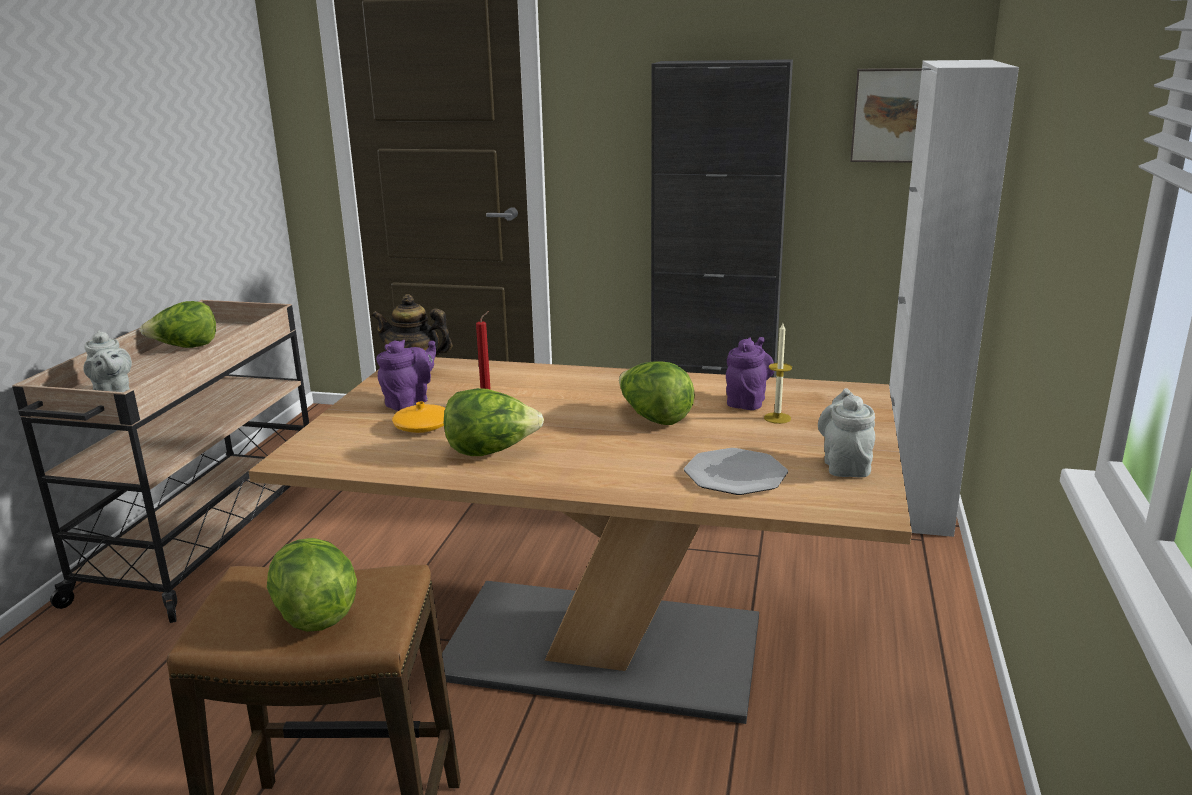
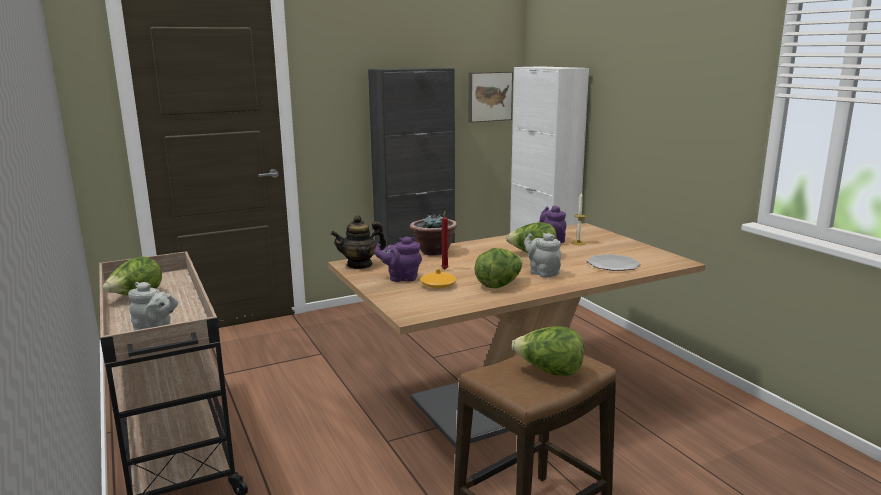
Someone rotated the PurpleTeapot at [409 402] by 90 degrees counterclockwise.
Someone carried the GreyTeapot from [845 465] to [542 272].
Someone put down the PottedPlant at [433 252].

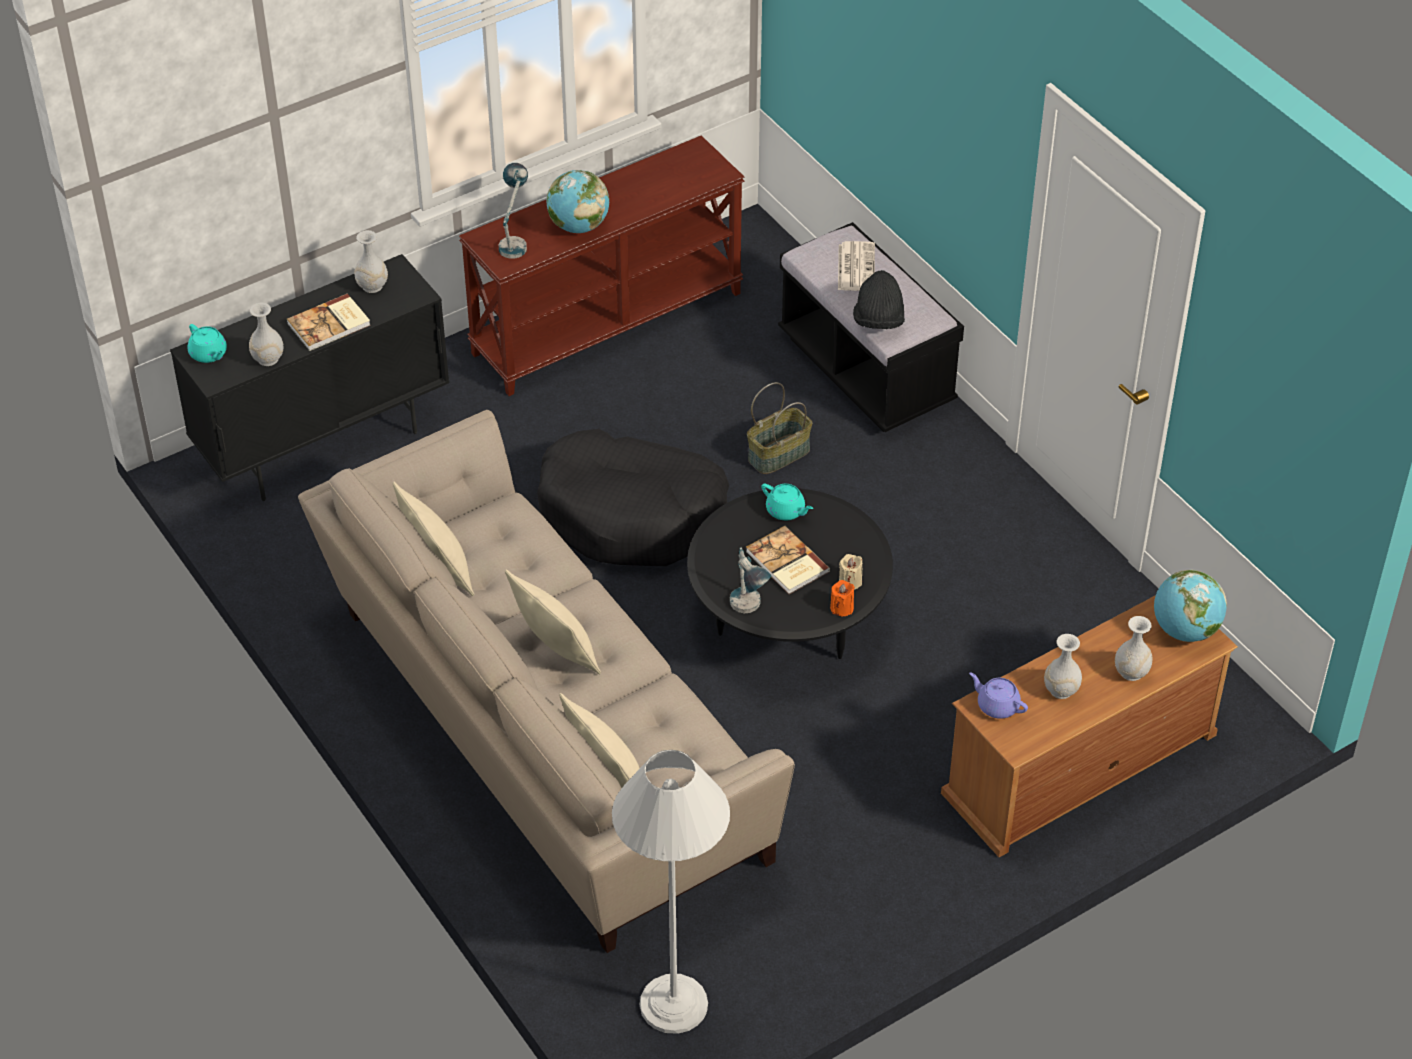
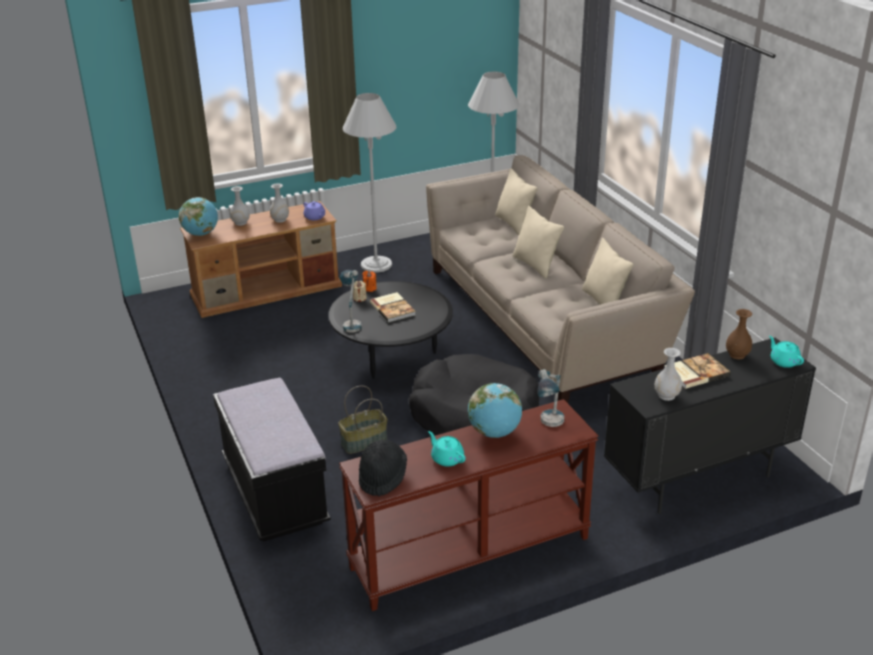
Someone repainted the WhiteVase at [267 359], which became the BrownVase at [737 355].
Someone carried the TableLamp from [749 611] to [351 323].
Someone carried the TurquoiseTeapot from [786 511] to [447 458].
Someone took away the Newspaper at [855 267].
Someone carried the BlackHat from [878 320] to [382 477].
Someone put down the WhiteFloorLamp at [376 264].

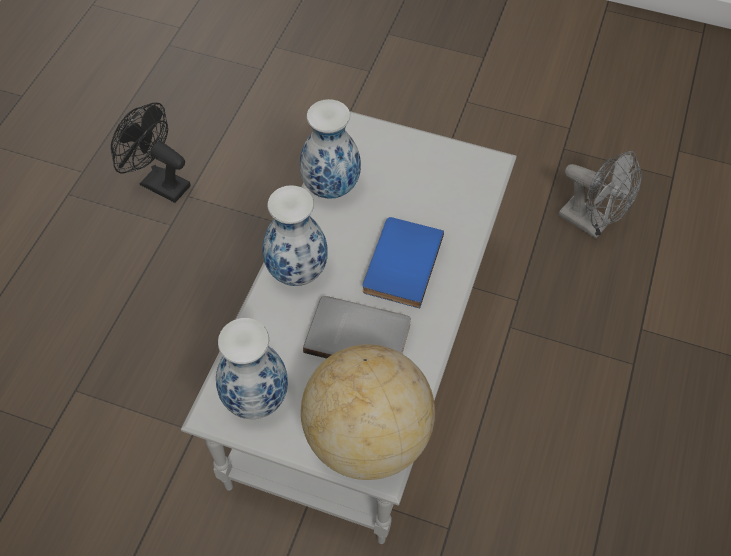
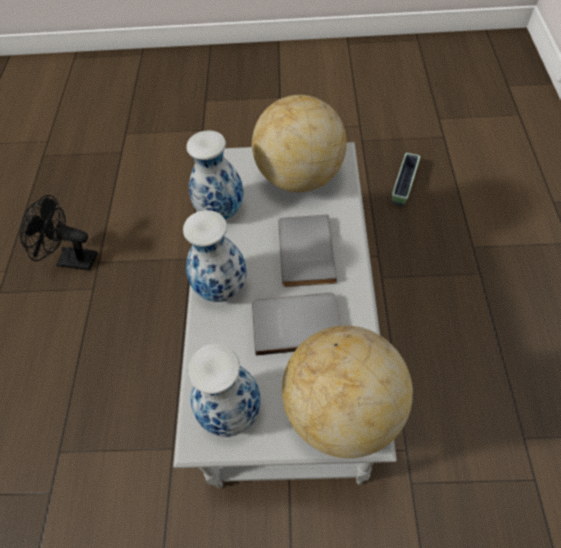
Someone repainted the BlueBook at [399 263], which became the GreyBook at [303 252].
Someone swapped the GreyFan at [591 223] for the Planter at [404 185].
Someone put down the Globe at [299 177].

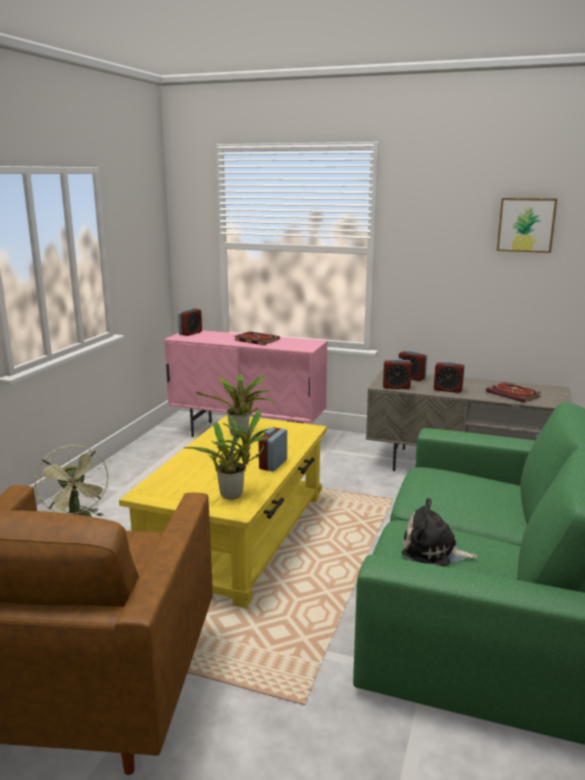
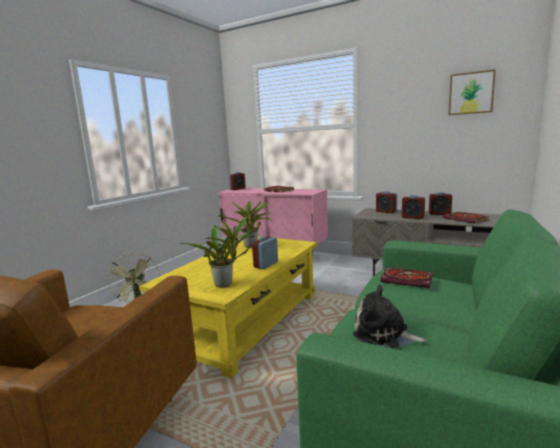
Someone carried the AlarmClock from [396 387] to [439 214].
Someone put down the Book at [408 279].

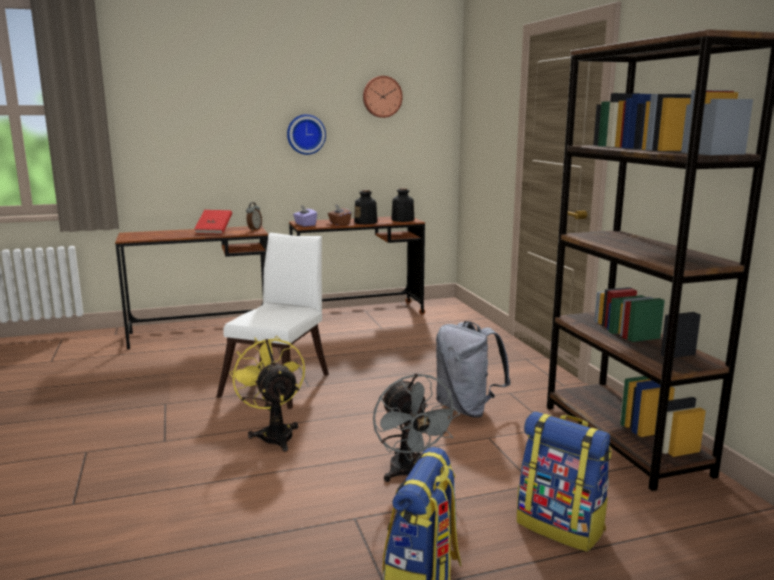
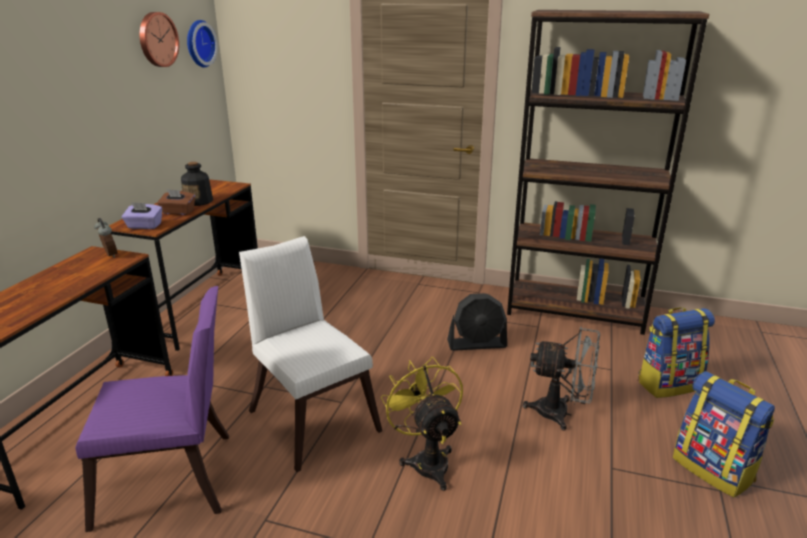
Someone took away the RedBook at [214 231].
Someone rotated the YellowFan at [274 434] by 60 degrees clockwise.
Someone carried the WallClock from [305 134] to [198 43].
Someone took away the Bottle at [402 220].
Someone swapped the GreyBackpack at [467 409] for the BlackFan at [477 344].
Someone put down the PurpleChair at [175 481].

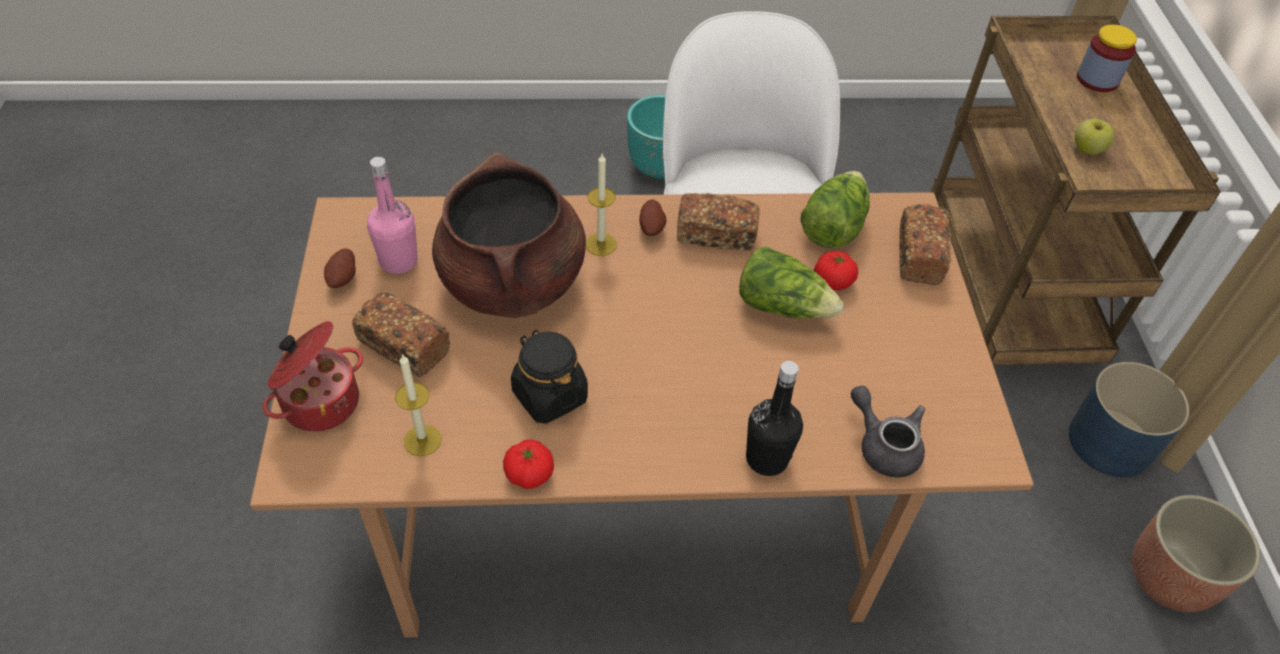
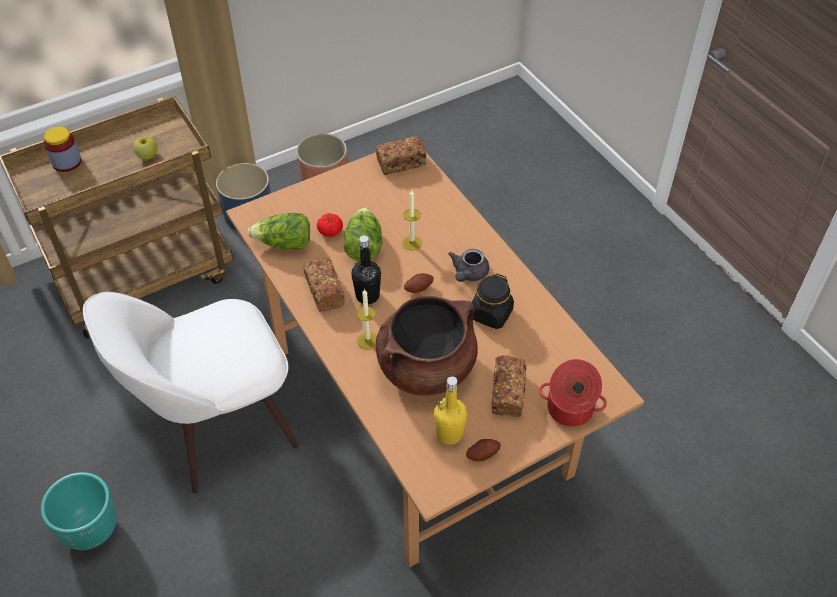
Someone repainted the PinkBottle at [399 261], which became the YellowBottle at [449 434].
Someone carried the Candle from [422 440] to [412 243].
Someone took away the Tomato at [529 473].
Someone carried the Potato from [652 227] to [418 288].
Someone carried the BlackBottle from [767 459] to [367 296].
Someone carried the GreyTeapot from [884 445] to [468 274].
Someone carried the Bread from [919 255] to [401 163].

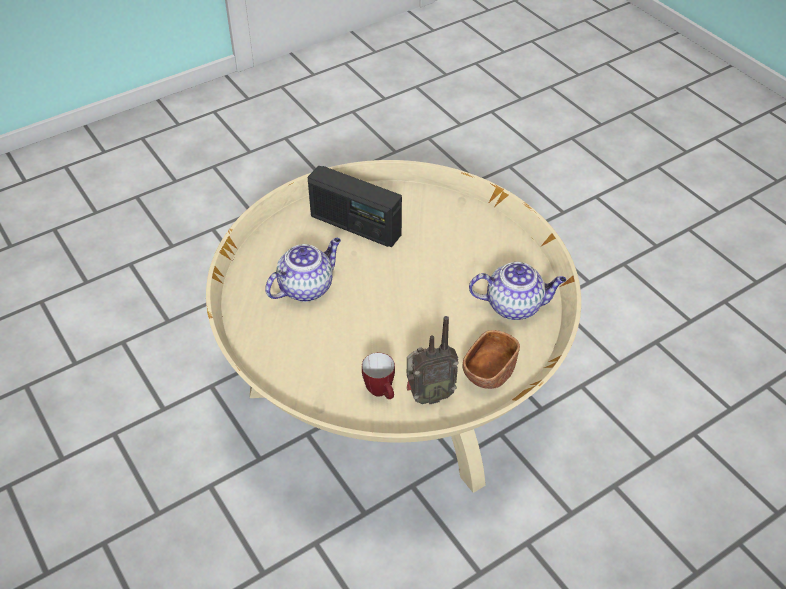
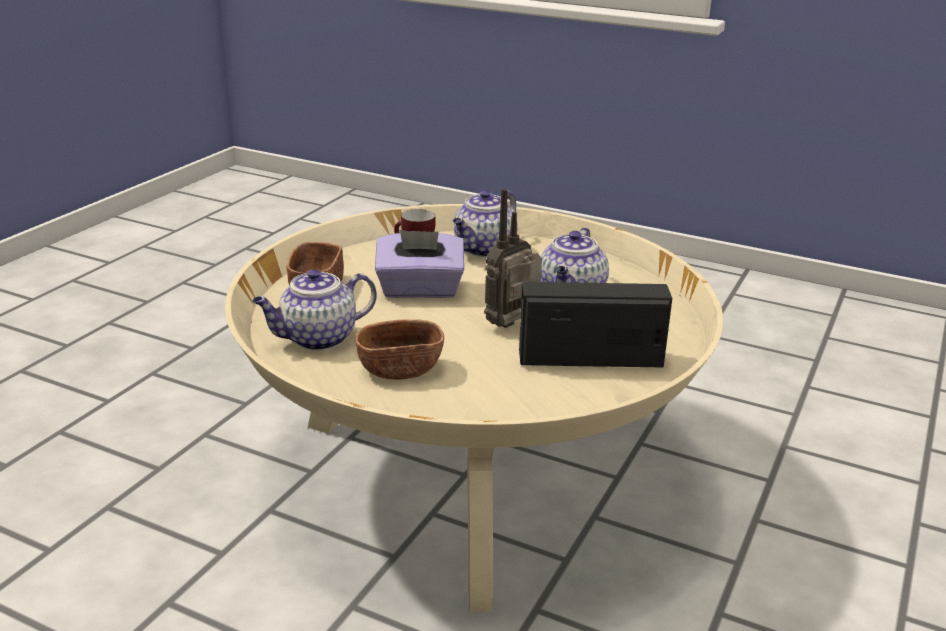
Someone carried the Radio from [428 396] to [513 325].
Someone put down the BrownBowl at [400 369].
Someone put down the PurpleTissueBox at [420 290].
Someone put down the Teapot at [484 250].

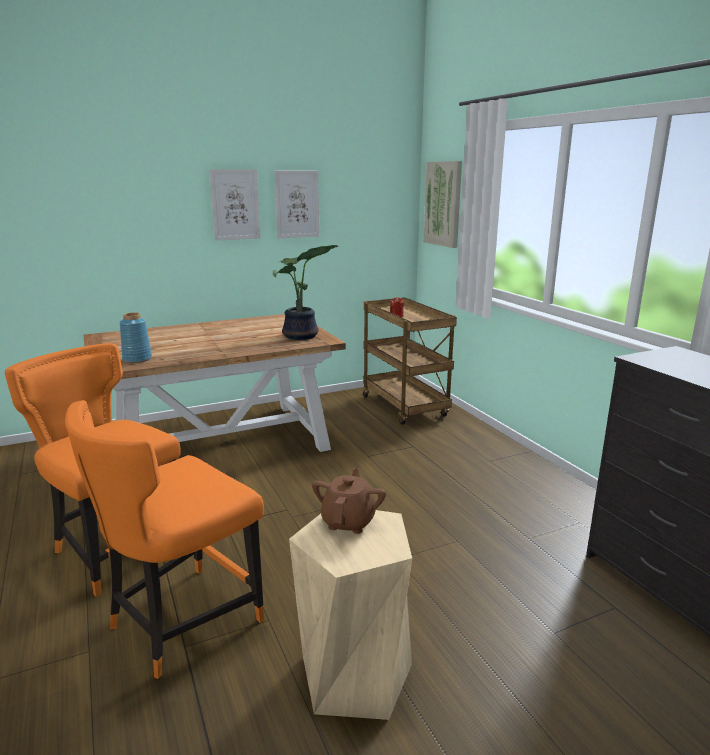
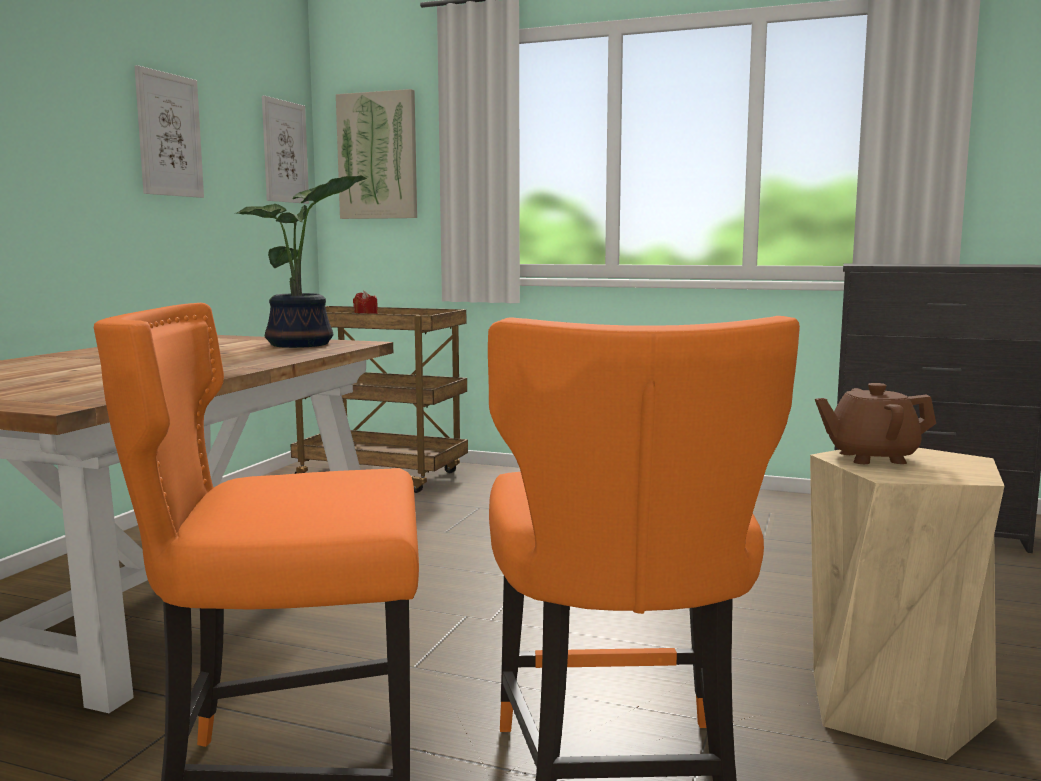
Someone took away the BlueVase at [137 359].
Someone carried the Picture from [235 205] to [285 152].
Someone rotated the BrownTeapot at [348 521] by 60 degrees counterclockwise.

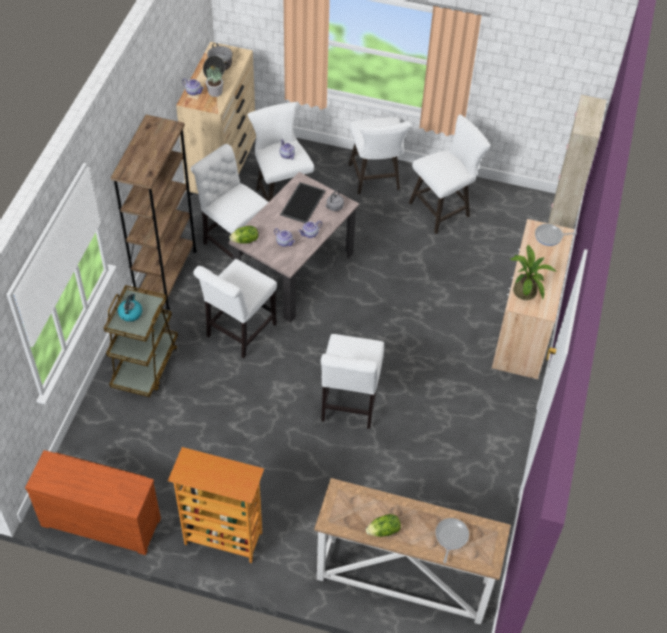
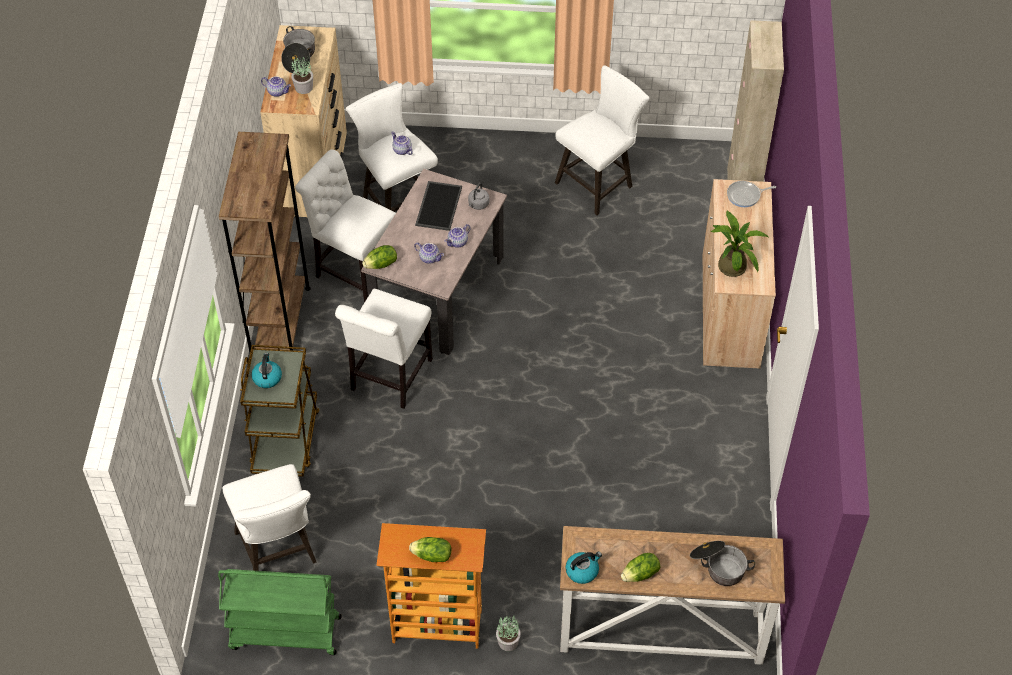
Someone swapped the BrownDresser at [102 519] for the GreenCart at [284 633].
Someone took away the WhiteChair at [349 405].
Someone carried the WhiteStool from [375 180] to [279 552].
Someone swapped the FryingPan at [450 537] for the CookingPot at [718 566].
Someone put down the Lettuce at [432 556].
Someone put down the PottedPlant at [508 641].
Someone put down the Kettle at [582 571].

